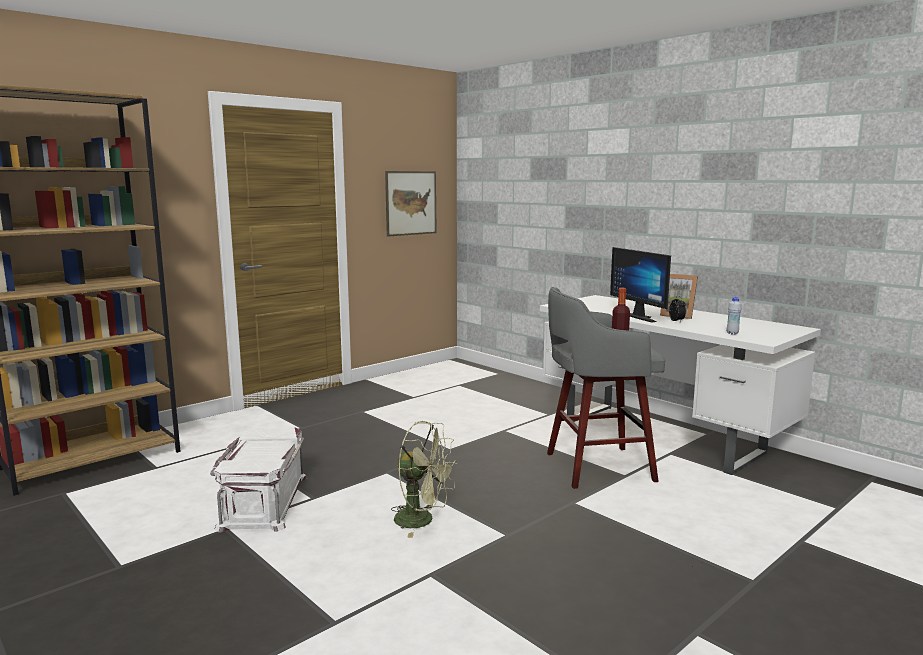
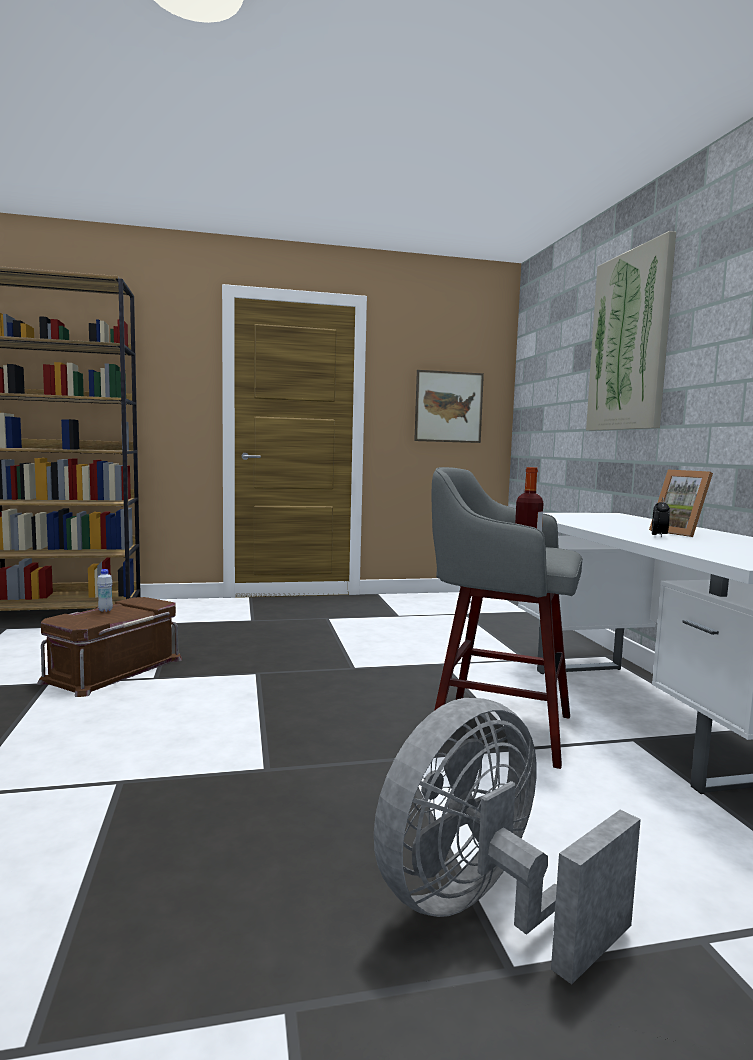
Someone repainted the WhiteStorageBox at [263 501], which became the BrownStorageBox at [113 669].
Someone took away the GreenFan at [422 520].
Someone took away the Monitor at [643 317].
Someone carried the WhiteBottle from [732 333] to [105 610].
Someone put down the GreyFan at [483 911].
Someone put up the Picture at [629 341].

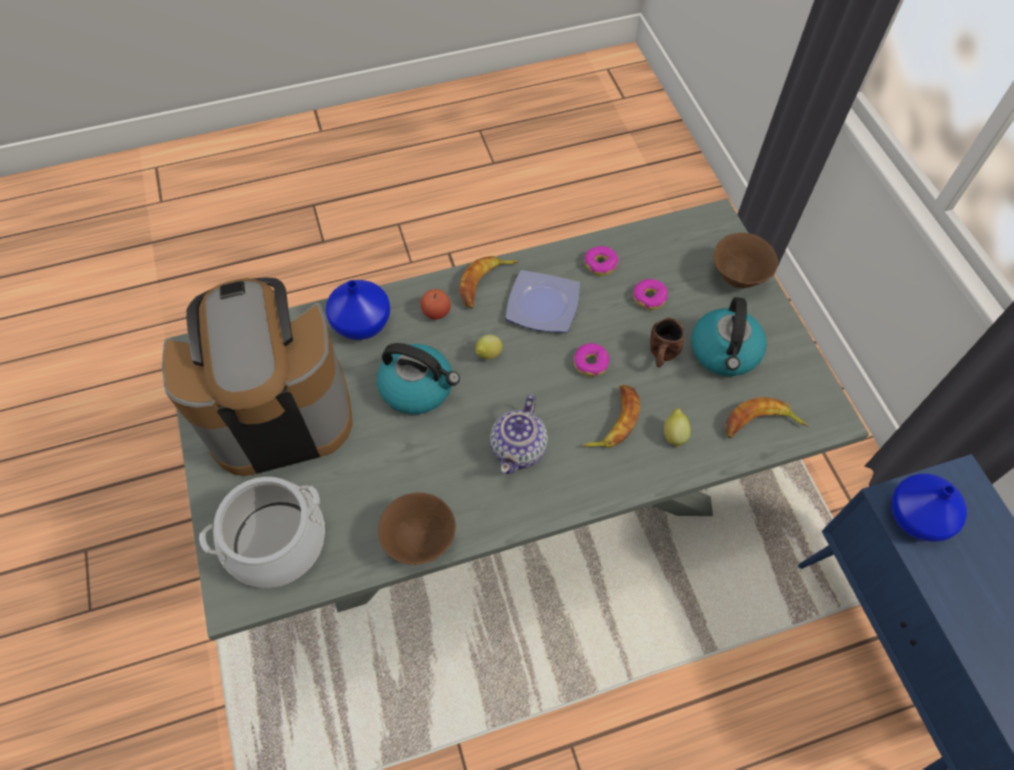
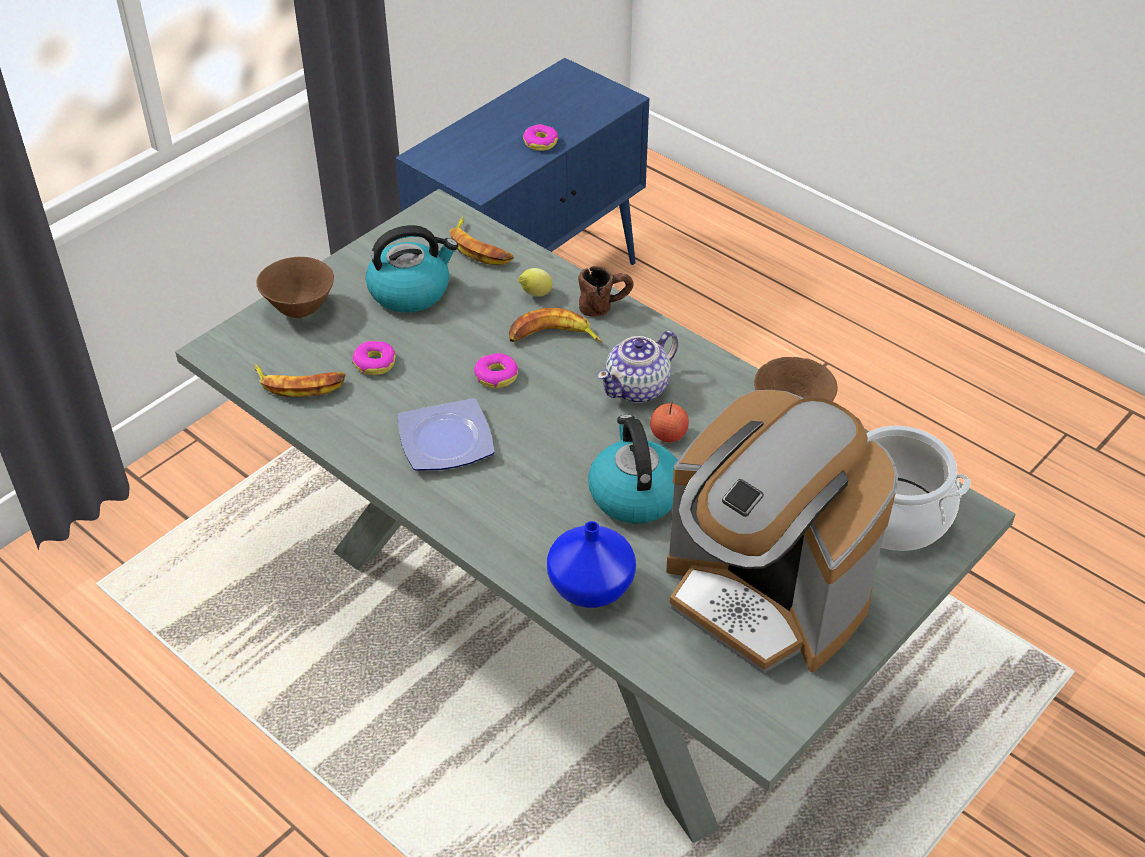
Someone carried the Apple from [436 312] to [668 435].
Someone carried the Banana from [485 284] to [300 384].
Someone took away the Lemon at [488 355].
Someone rotated the Teapot at [519 448] by 150 degrees clockwise.
Someone carried the Donut from [600 264] to [540 142].
Someone carried the BrownMug from [661 357] to [605 305].
Someone took away the BlueVase at [917 516].

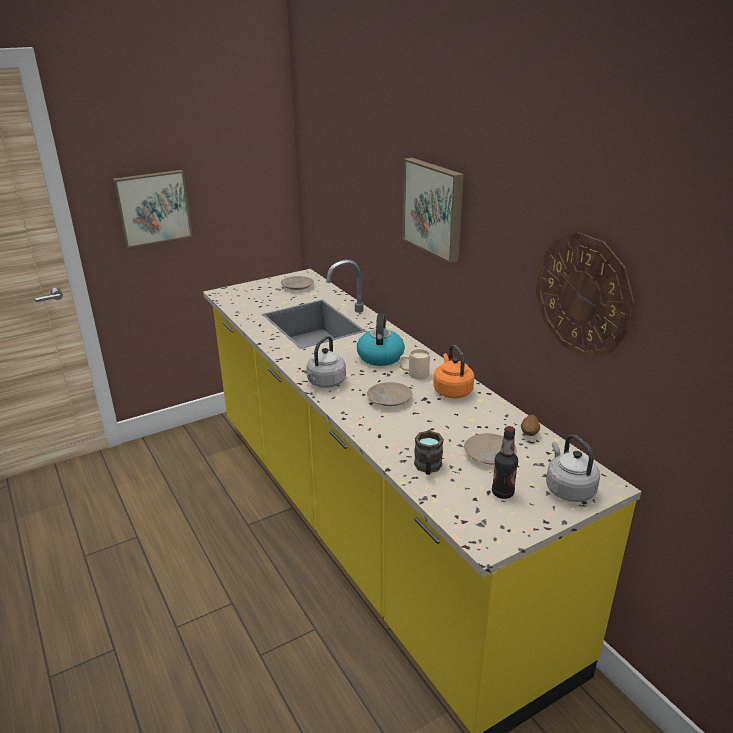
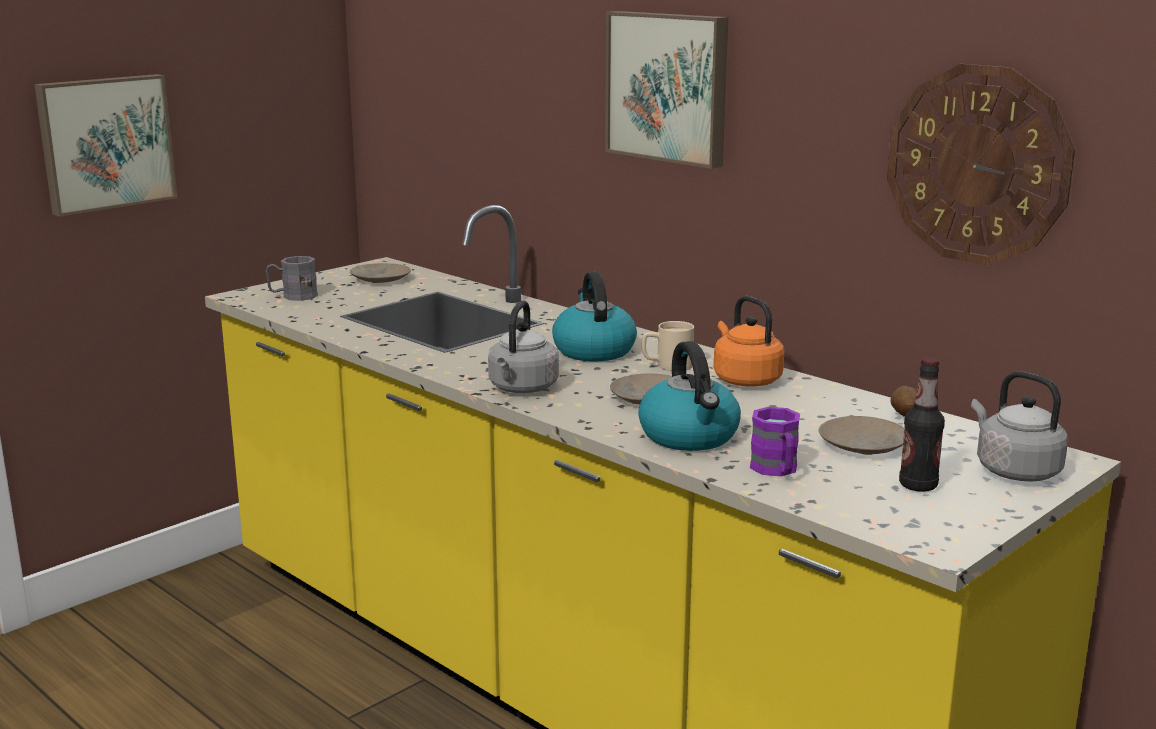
Someone repainted the BrownMug at [428 468], which became the PurpleMug at [777 471].
Someone put down the GreyMug at [292 296].
Someone put down the Kettle at [690 436].

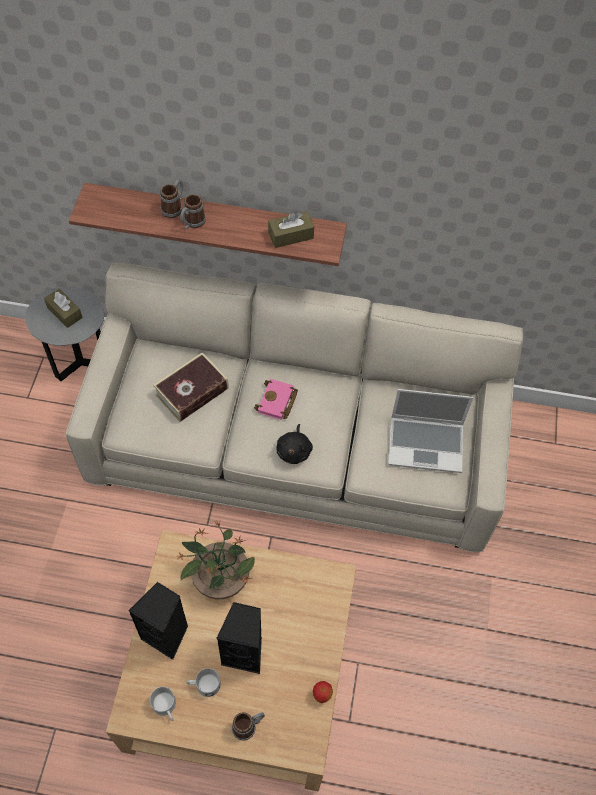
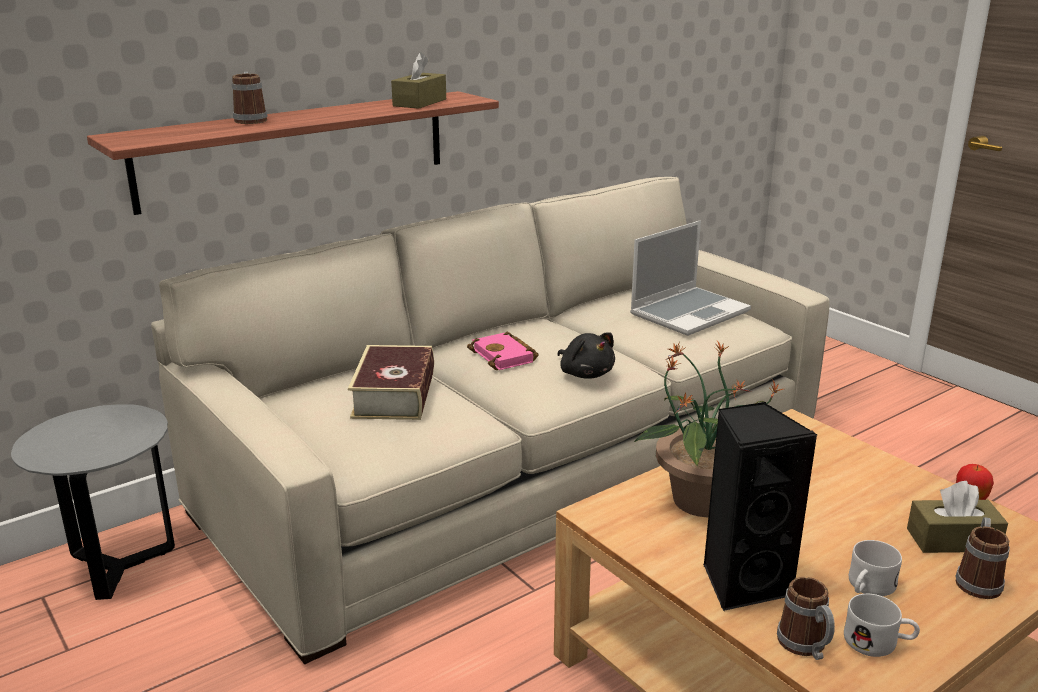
Someone carried the BrownTissueBox from [64 312] to [953 540].
Someone carried the Mug from [192 223] to [806 647].
Someone took away the BlackSpeaker at [245 652].

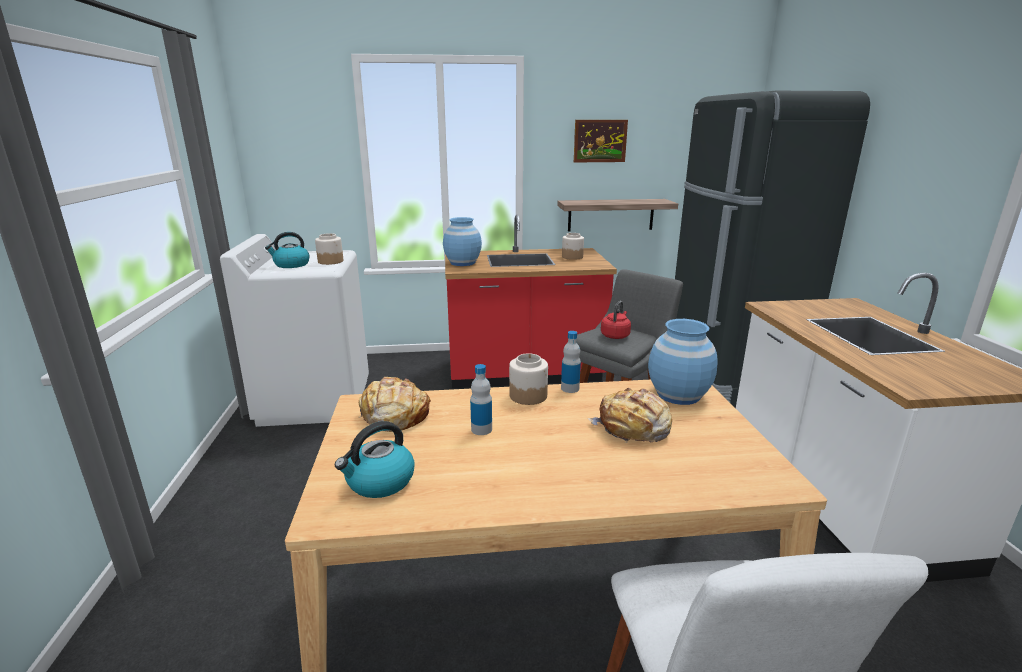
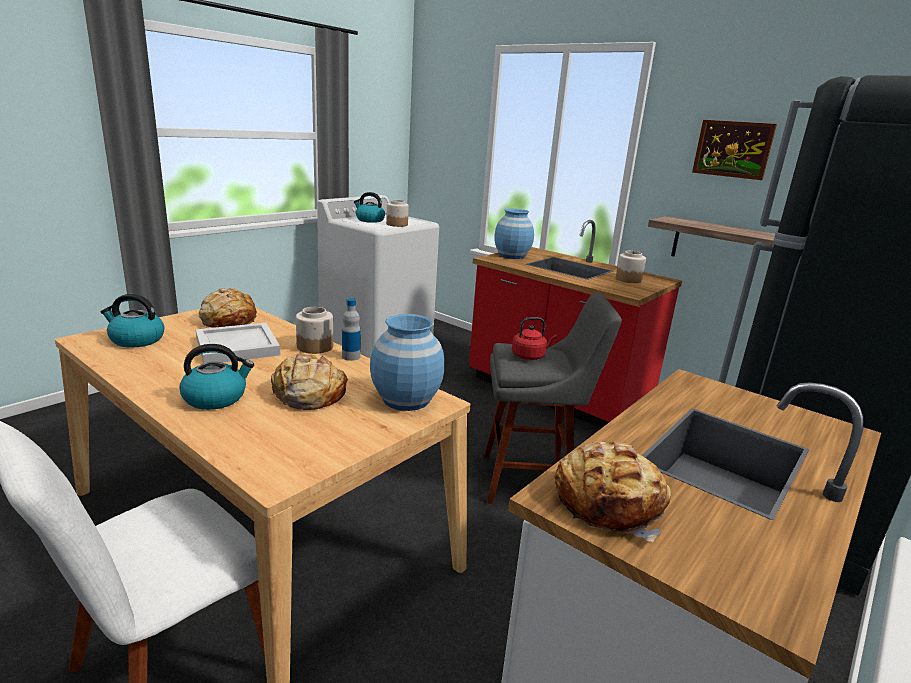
Someone swapped the Bottle at [481 429] for the WhiteTray at [239 347].
Someone put down the Kettle at [216 398].
Someone put down the Bread at [609 502].

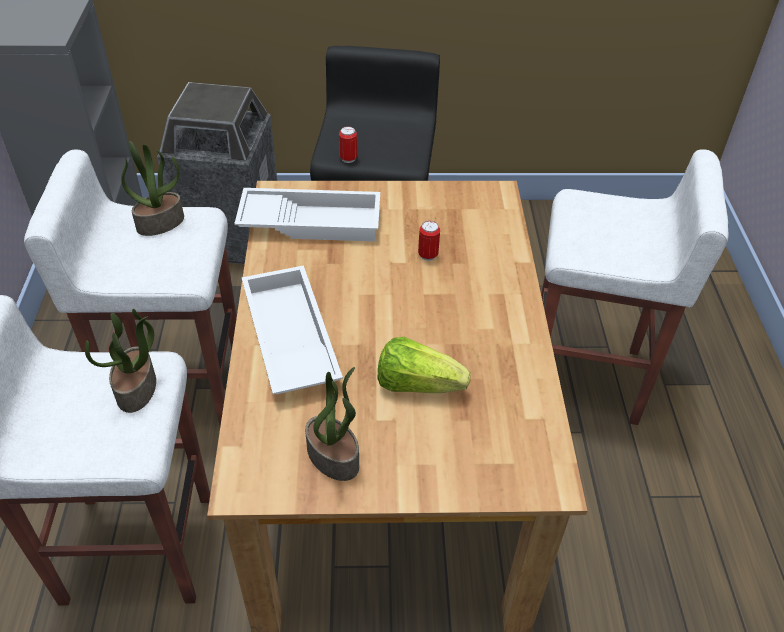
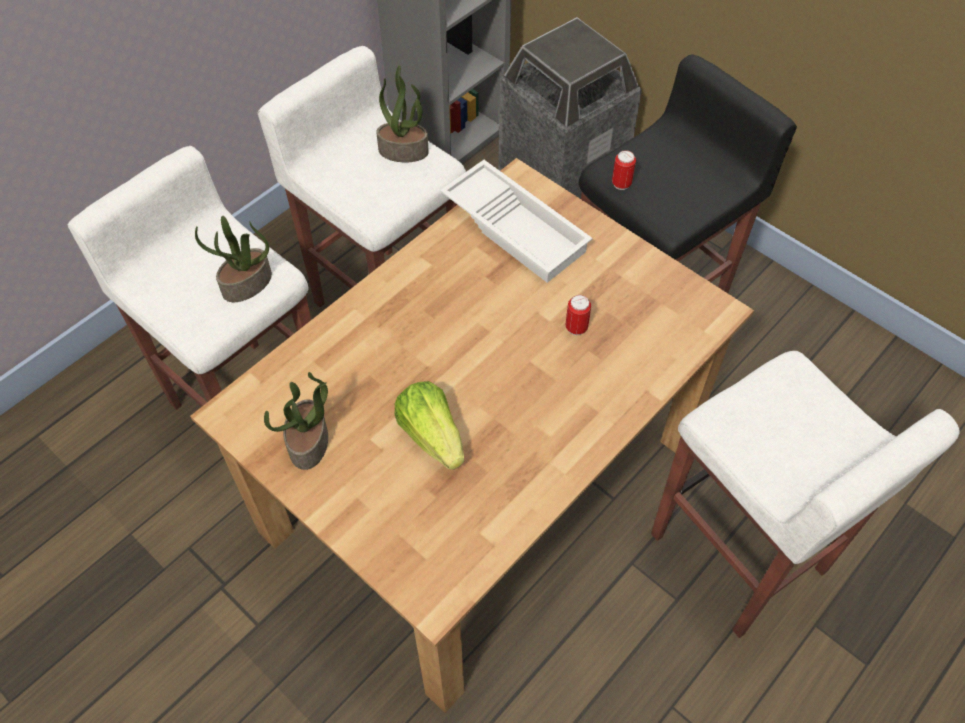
Someone took away the WhiteTray at [288 339].

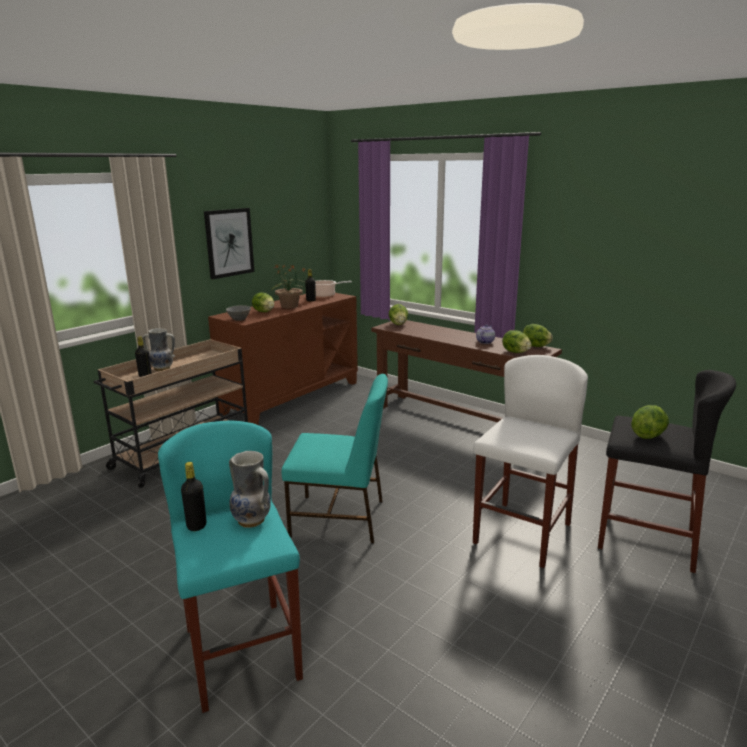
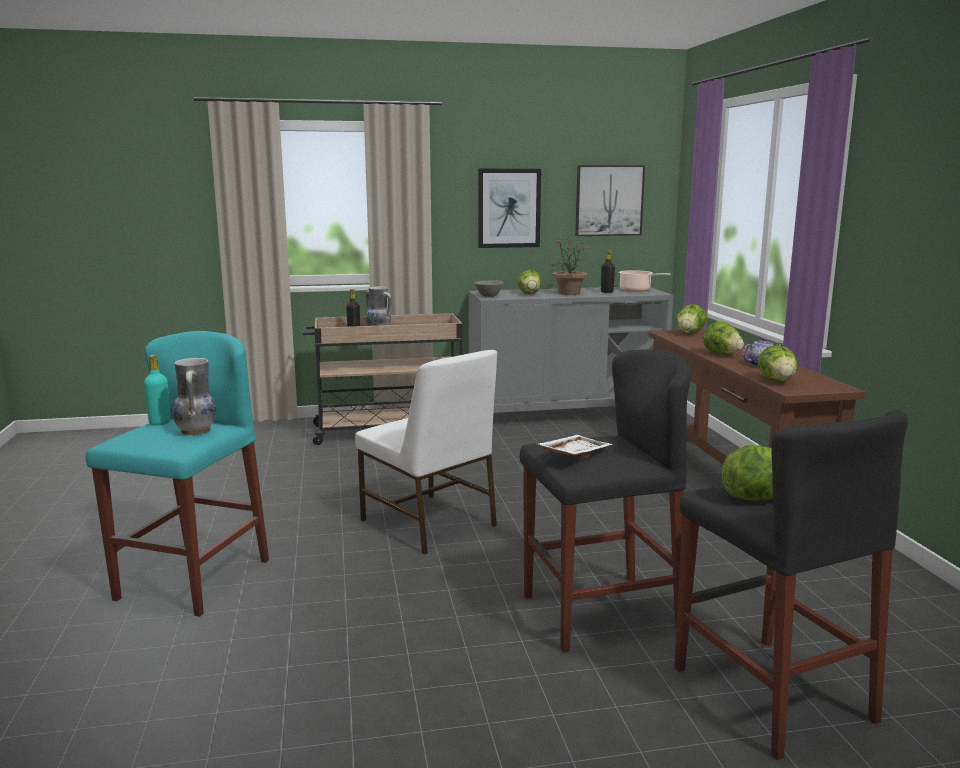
Someone repainted the BlackBottle at [196 526], which became the TurquoiseBottle at [160 423].
Someone repainted the BrownCabinet at [292 397], which became the GreyCabinet at [565 413].
Someone repainted the TurquoiseChair at [339 519], which became the WhiteChair at [429 524].
Someone repainted the WhiteStool at [522 533], which became the BlackStool at [600 612].
Someone carried the Lettuce from [535 346] to [721 354].
Someone put down the WhiteTray at [573 454].
Someone put up the Picture at [609 200].

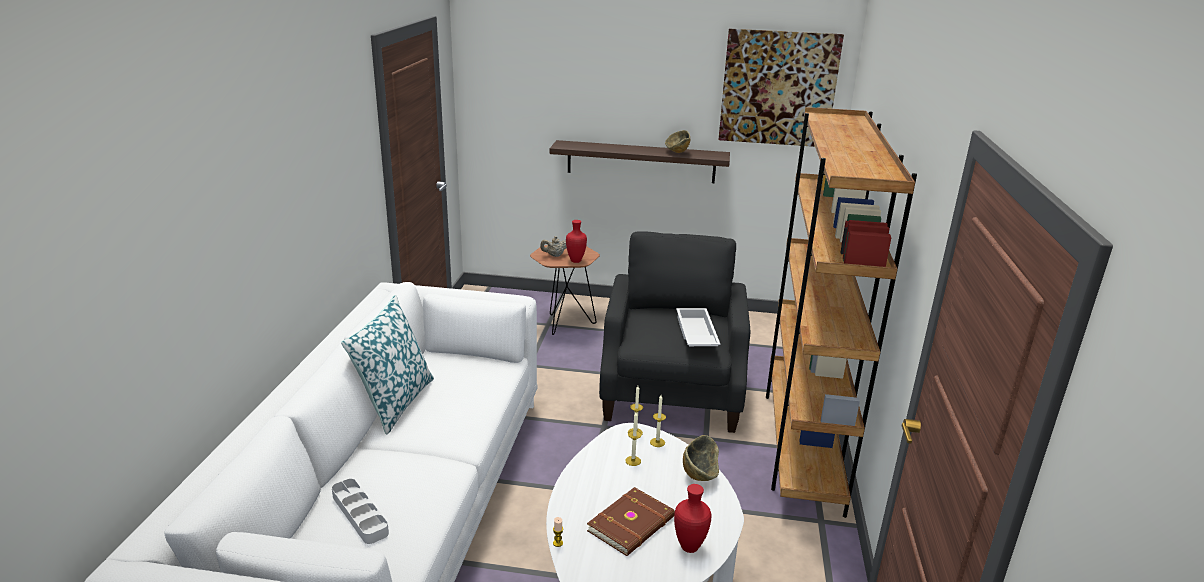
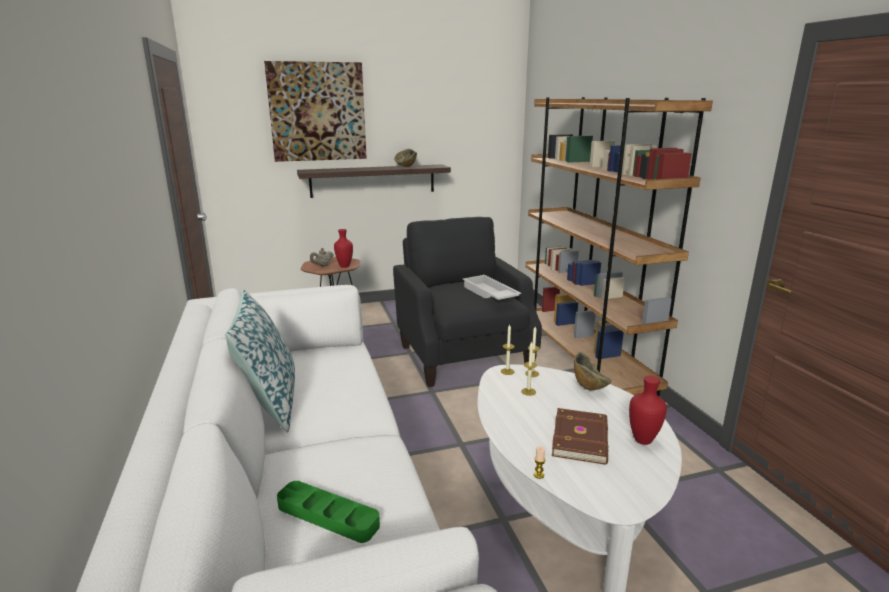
Someone repainted the GreyTray at [360 514], which became the GreenTray at [327 516].
Someone carried the Picture from [778 88] to [317 112].

